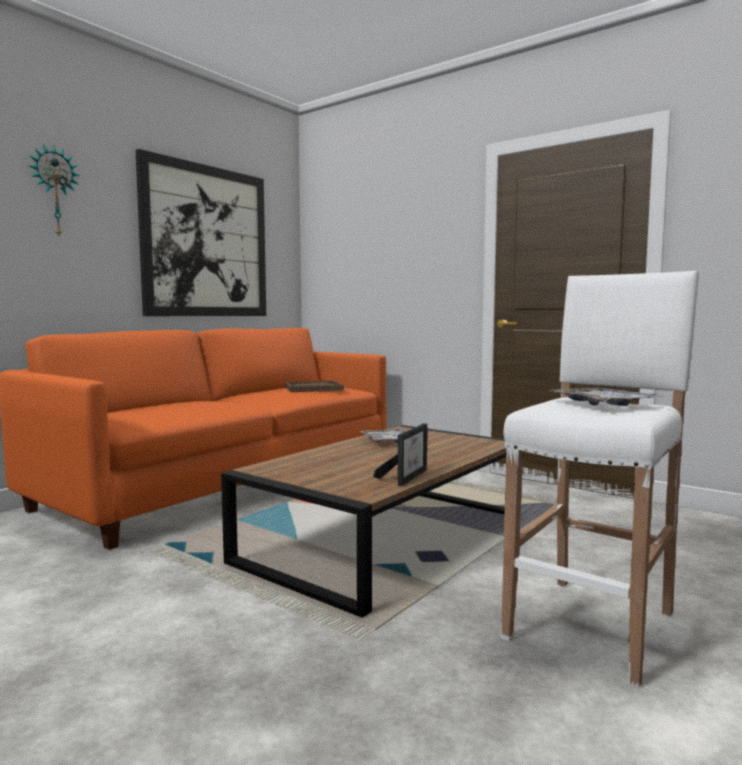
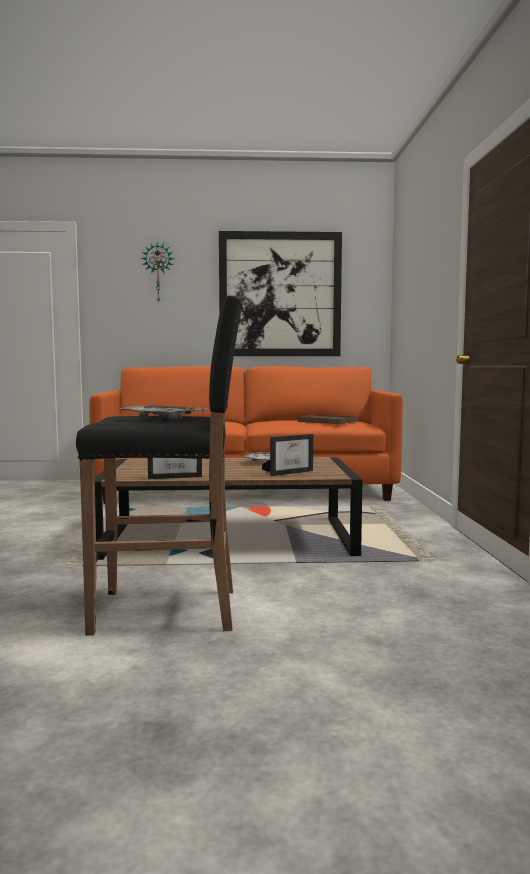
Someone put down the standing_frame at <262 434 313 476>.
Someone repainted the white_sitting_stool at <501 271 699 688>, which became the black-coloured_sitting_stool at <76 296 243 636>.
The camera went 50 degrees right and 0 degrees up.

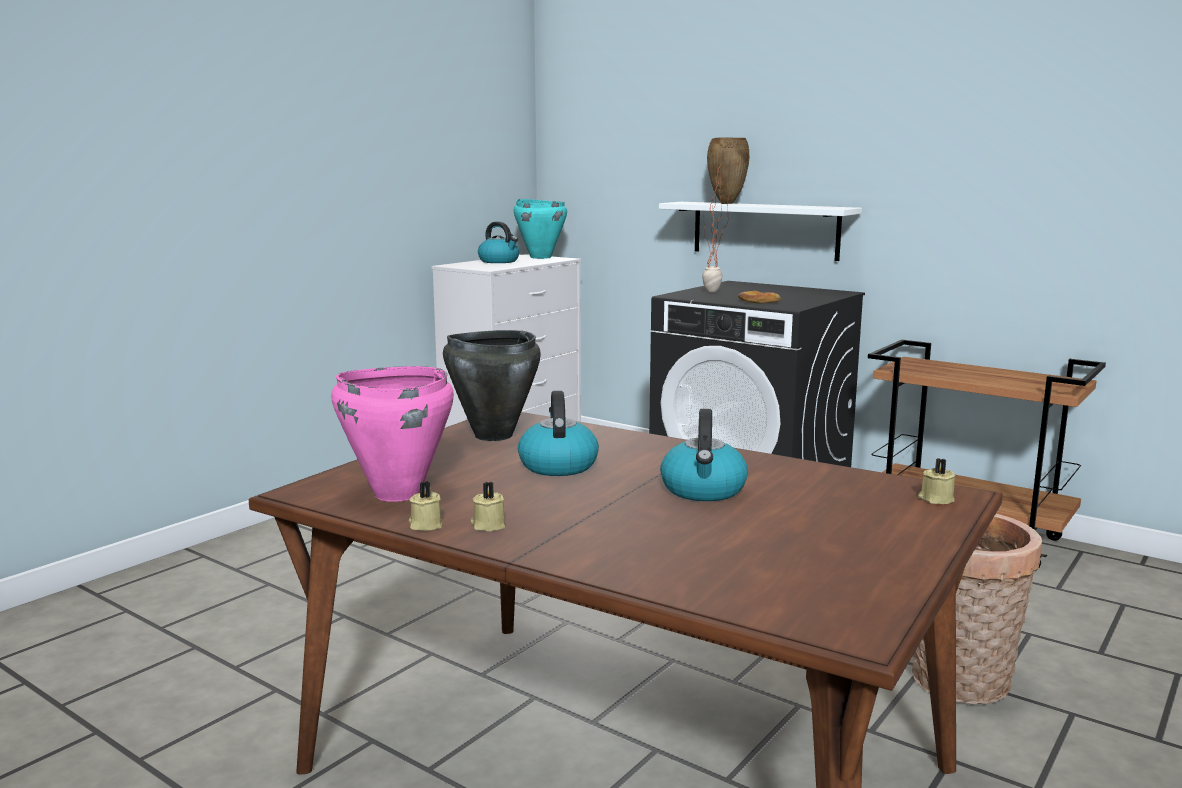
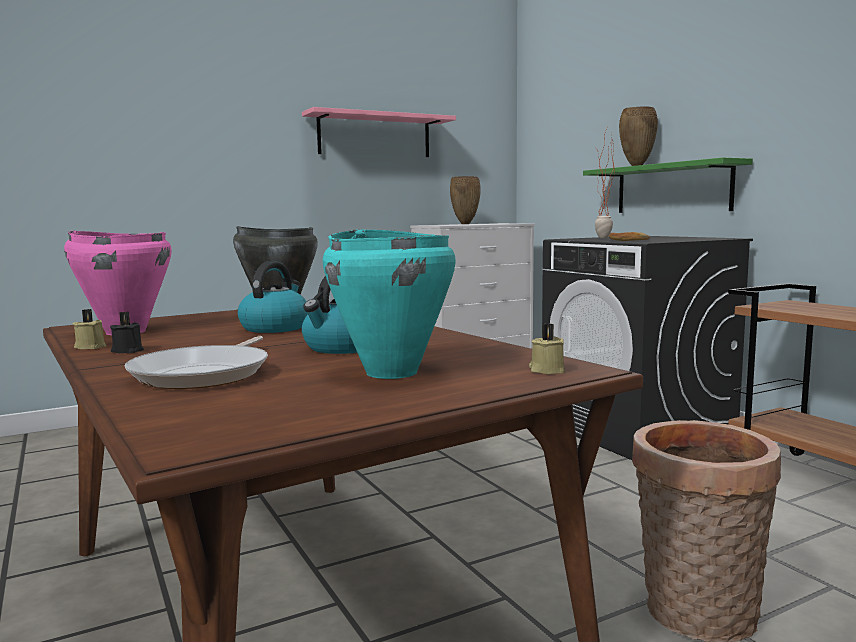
Someone put down the frying_pan at <124 336 268 389>.
Someone put up the pink_bracket_shelf at <302 107 456 157>.
Someone carried the turquoise-coloured_stockpot from <514 199 567 259> to <323 229 456 379>.
Someone swapped the tea_kettle at <478 221 520 263> for the brown-coloured_flower_vase at <450 176 481 224>.
Someone repainted the beige_wax_candle at <471 482 506 531>, which became the black-coloured_wax_candle at <110 312 144 353>.
Someone repainted the white_bracket_shelf at <659 202 862 261>, which became the green-coloured_bracket_shelf at <583 157 753 213>.
The camera went 25 degrees right and 5 degrees down.

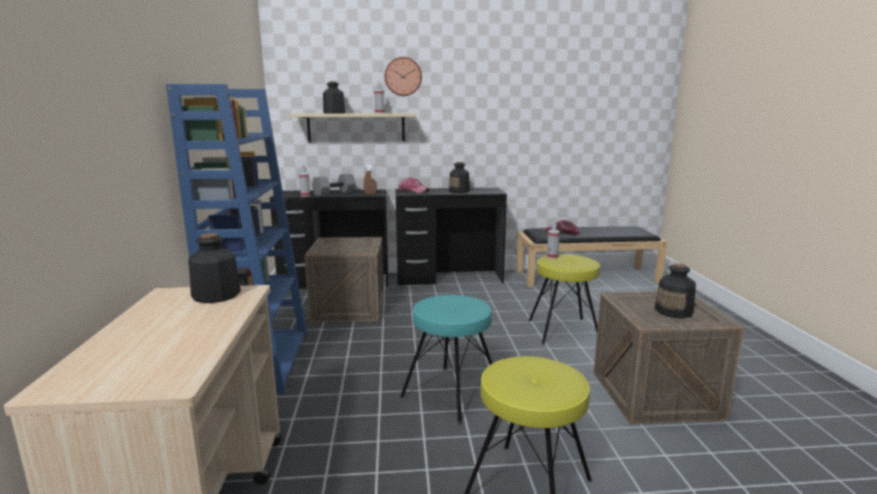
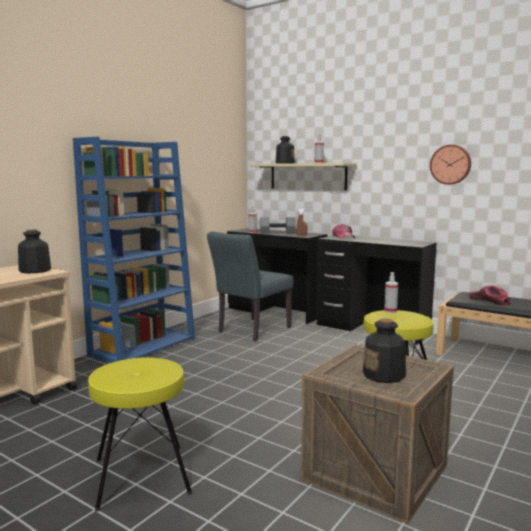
Someone took away the turquoise-coloured_sitting_stool at <400 295 493 424>.
Someone took away the drink_bottle at <449 162 470 193>.
Someone carried the clock_on_the_wall from <385 57 422 96> to <430 145 471 185>.
Someone swapped the packing_crate at <305 237 384 322> for the grey_upright_chair at <207 231 293 341>.
The camera went 40 degrees right and 5 degrees down.

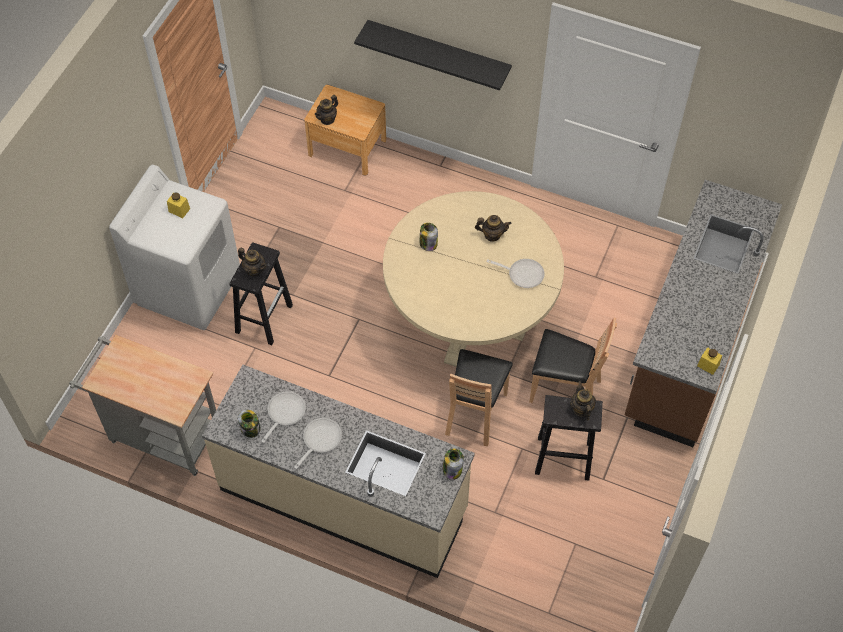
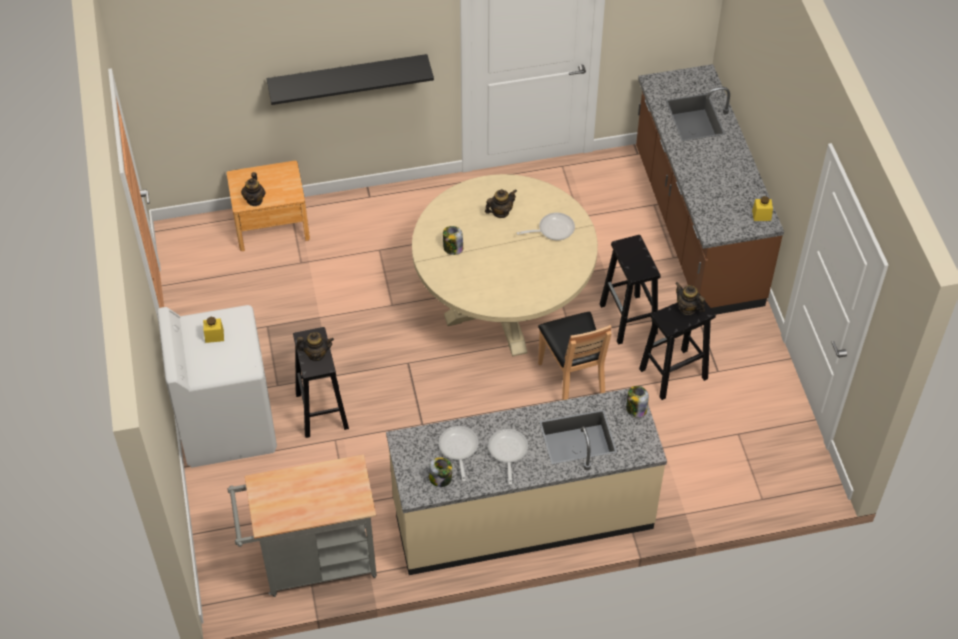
Someone swapped the brown-coloured_upright_chair at <529 318 617 403> for the black-coloured_sitting_stool at <600 235 661 345>.
The camera went 35 degrees left and 5 degrees down.

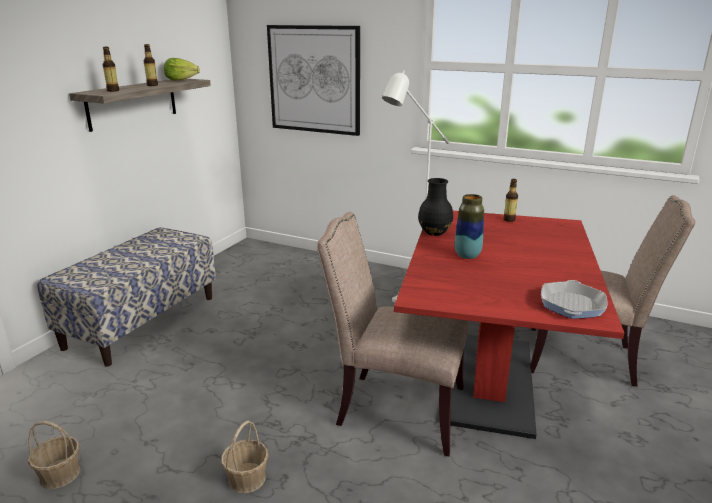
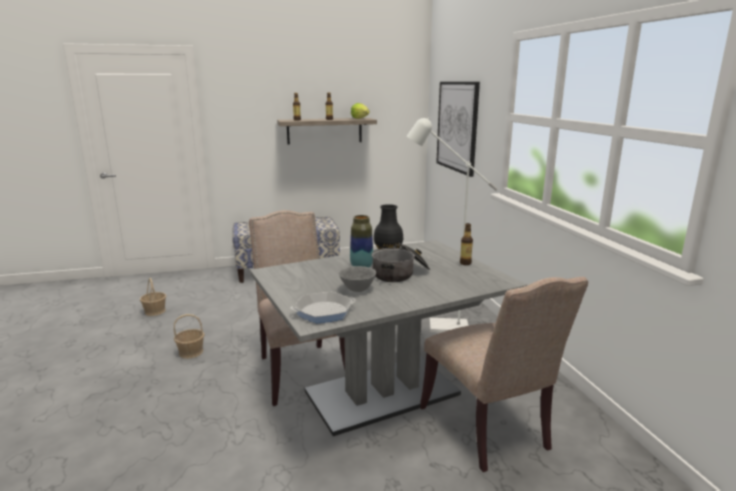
Someone put down the grey_serving_bowl at <338 266 376 292>.
Someone put down the stockpot at <372 243 430 282>.
Someone repainted the red-coloured_kitchen_table at <394 211 624 439>, which became the grey_kitchen_table at <250 240 527 436>.
The camera went 50 degrees right and 5 degrees down.

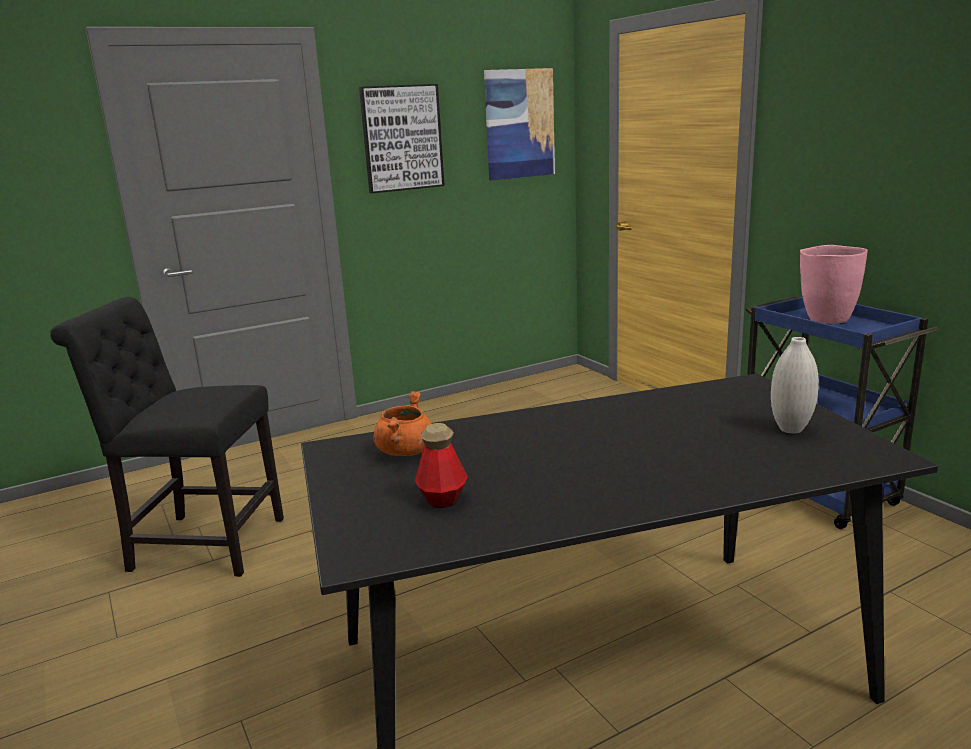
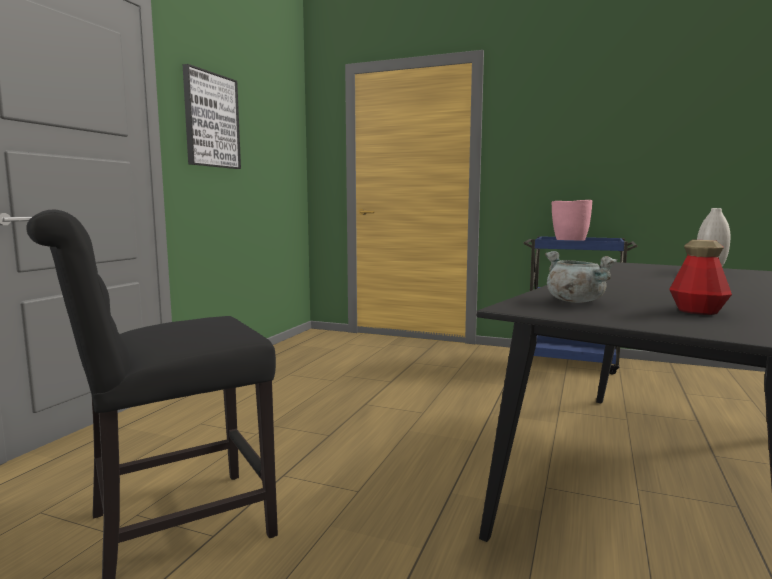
Someone took away the wall_art at <484 68 555 180>.
Someone repainted the orangey_stockpot at <374 391 431 456>, which became the grey_stockpot at <545 251 617 303>.
The camera went 40 degrees left and 10 degrees down.

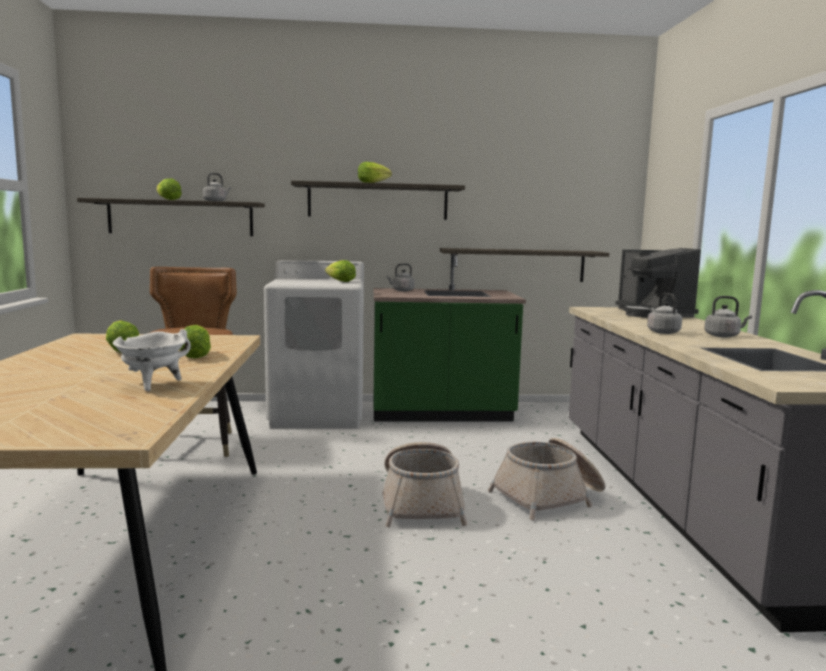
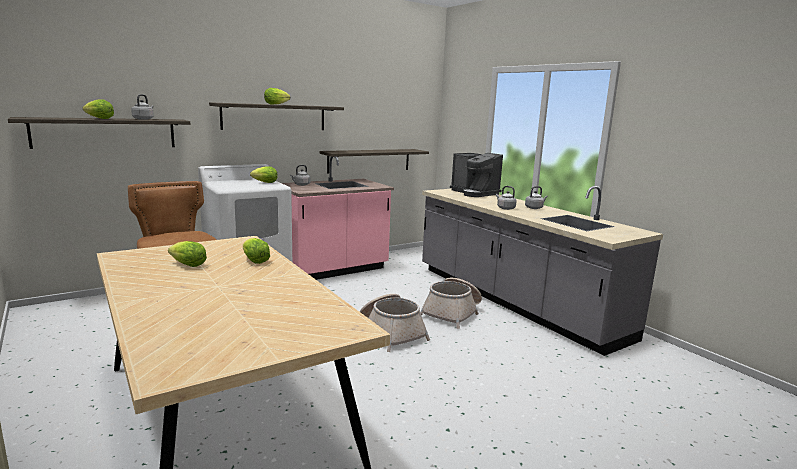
Someone took away the white_stockpot at <113 329 191 391>.
Someone repainted the green-coloured_counter at <373 254 526 422>, which became the pink_counter at <282 157 394 280>.
The camera went 30 degrees left and 5 degrees up.

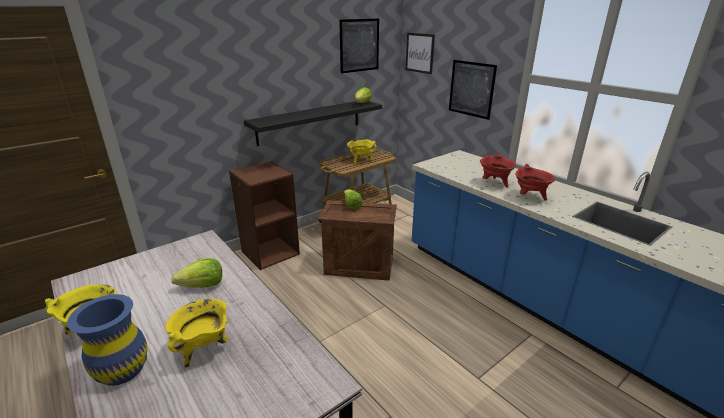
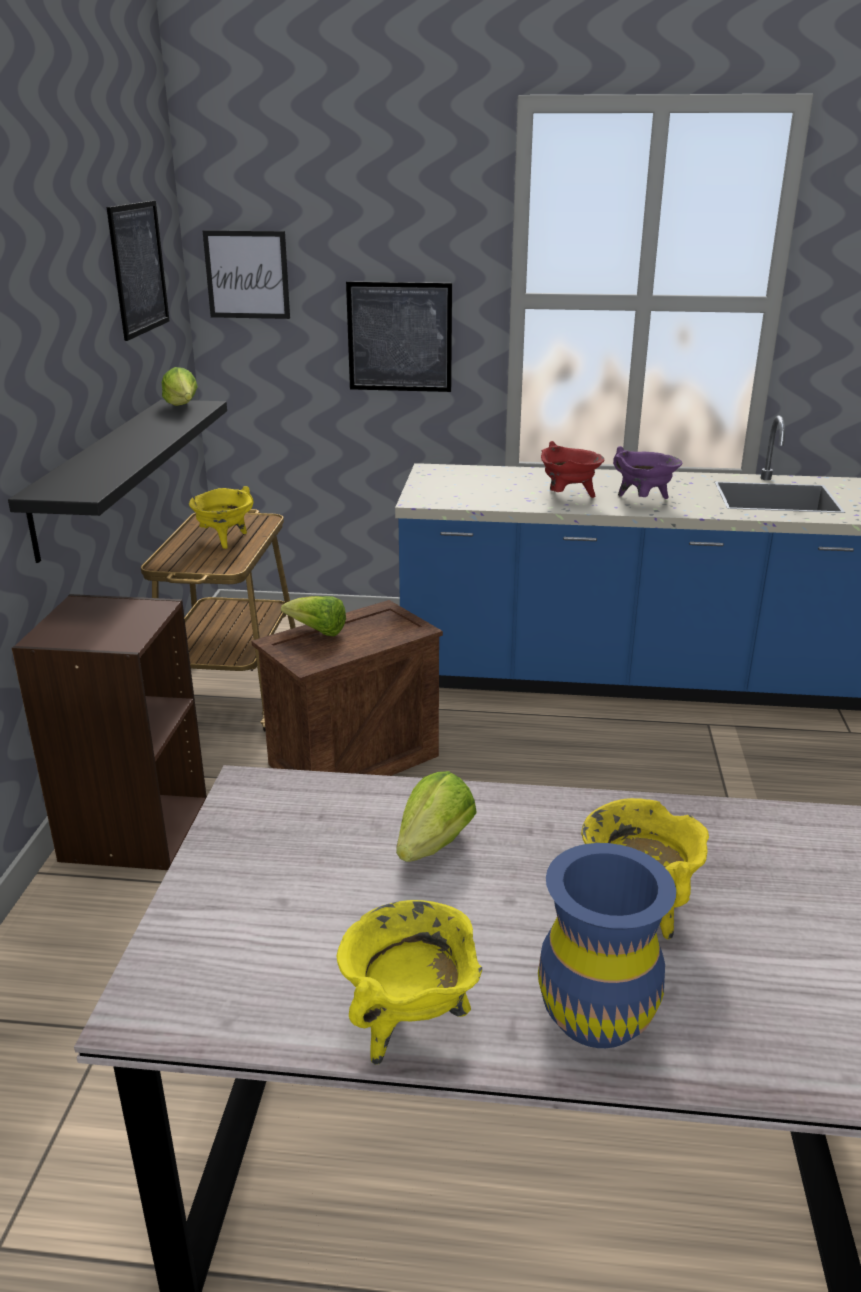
Someone repainted the red-coloured_stockpot at <515 164 555 200>, which became the purplish_stockpot at <613 446 683 499>.
The camera went 45 degrees left and 0 degrees up.

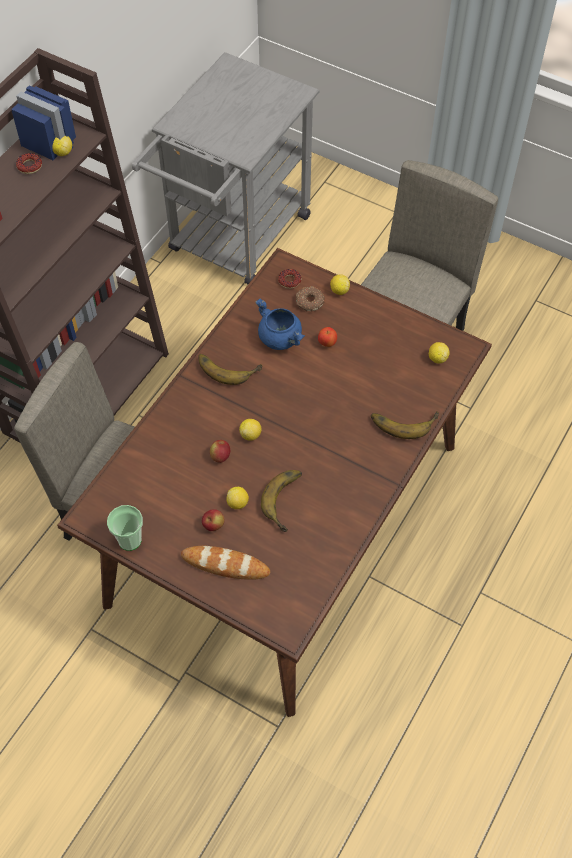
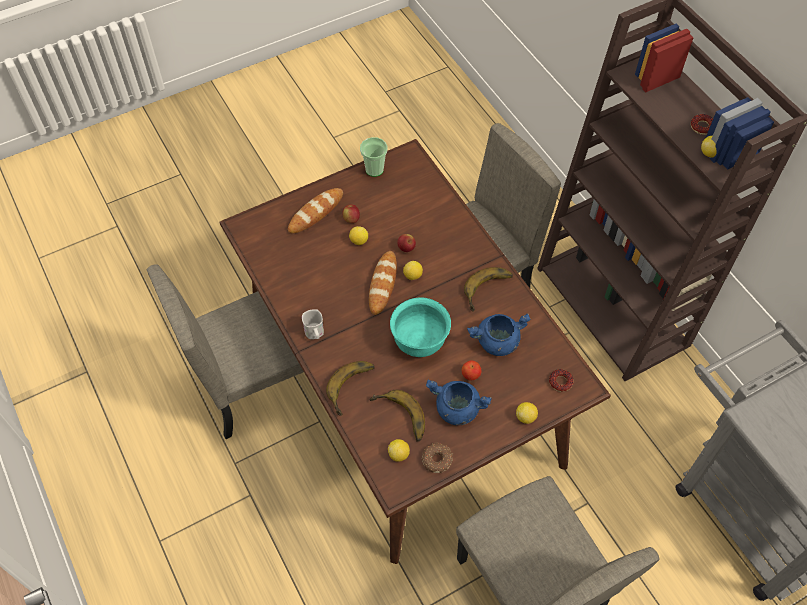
Someone put down the beige_upright_chair at <147 264 304 439>.
Someone put down the white_coffee_mug at <302 309 324 339>.
Someone put down the baked_bread at <369 251 397 315>.
Someone put down the turquoise-coloured_serving_bowl at <390 297 451 357>.
Someone put down the blue_stockpot at <426 379 492 425>.
Someone carried the banana_fruit from <261 470 302 532> to <370 390 425 442>.
Someone carried the doughnut from <296 287 325 312> to <422 442 453 473>.
The camera went 120 degrees right and 0 degrees up.

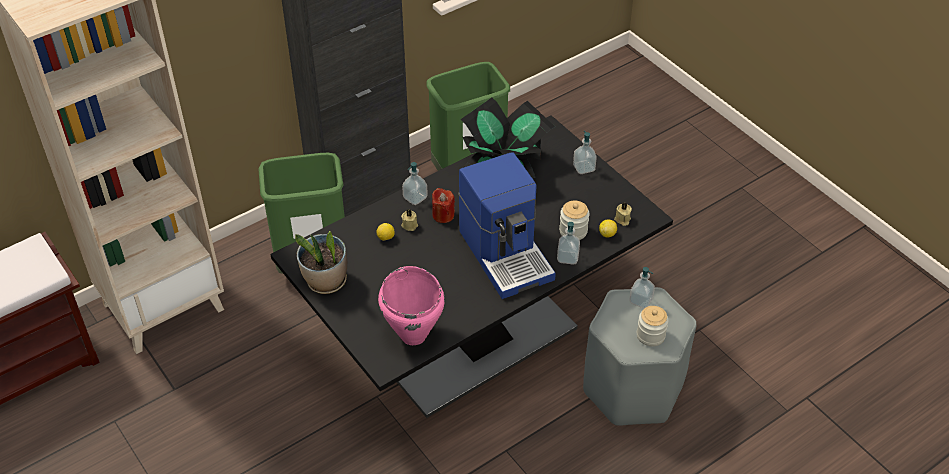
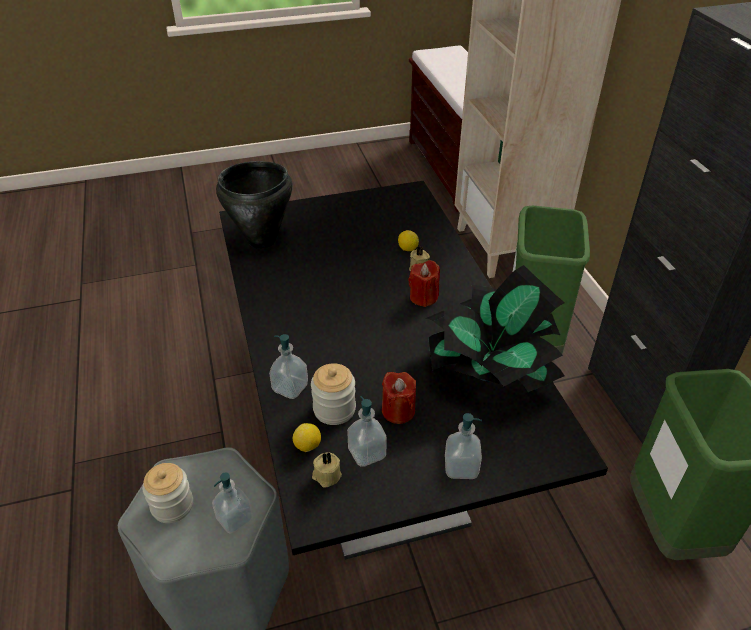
Someone took away the plant_in_a_pot at <295 231 347 294>.
Someone took away the coffee_brewer at <458 152 556 299>.
Someone put down the red-coloured_wax_candle at <382 372 416 424>.
Someone carried the soap_dispenser from <402 162 428 205> to <347 396 387 467>.
Someone repainted the pink_stockpot at <378 266 445 345>, which became the black-coloured_stockpot at <216 161 293 249>.
The camera went 110 degrees right and 5 degrees down.

